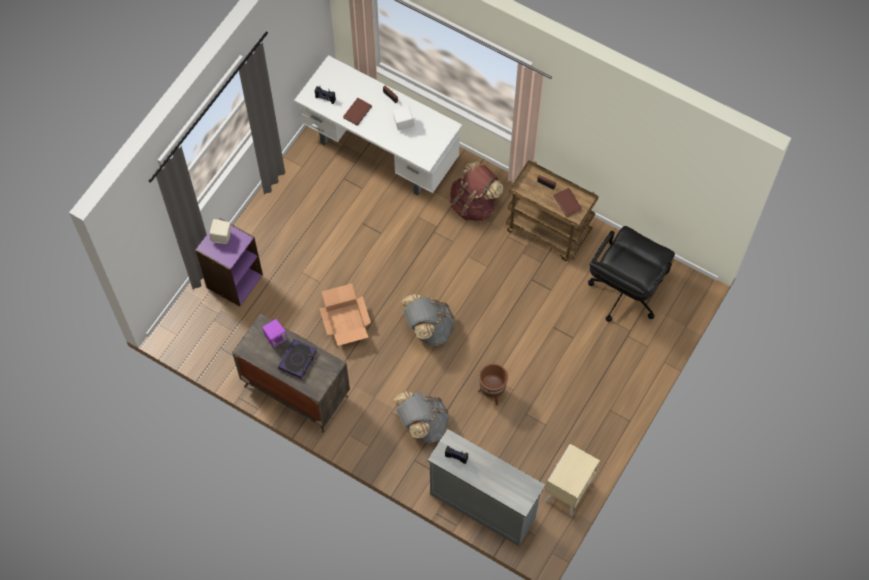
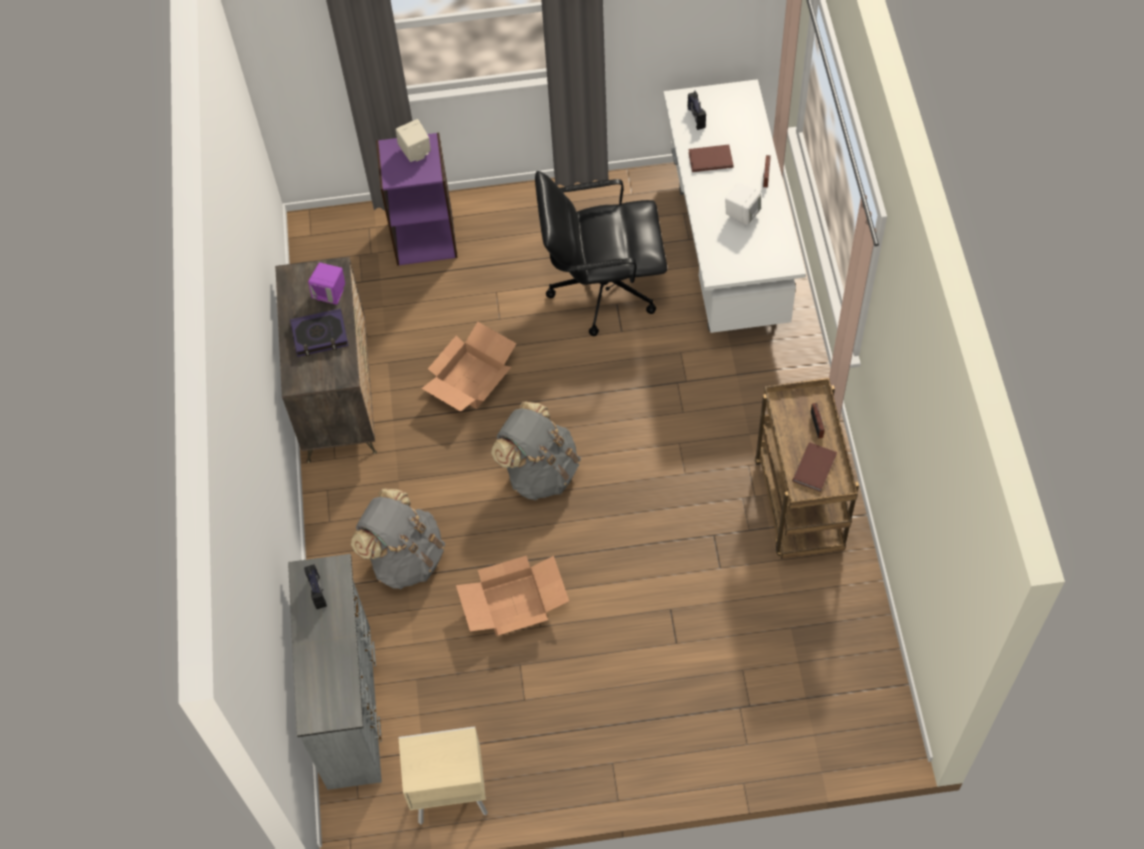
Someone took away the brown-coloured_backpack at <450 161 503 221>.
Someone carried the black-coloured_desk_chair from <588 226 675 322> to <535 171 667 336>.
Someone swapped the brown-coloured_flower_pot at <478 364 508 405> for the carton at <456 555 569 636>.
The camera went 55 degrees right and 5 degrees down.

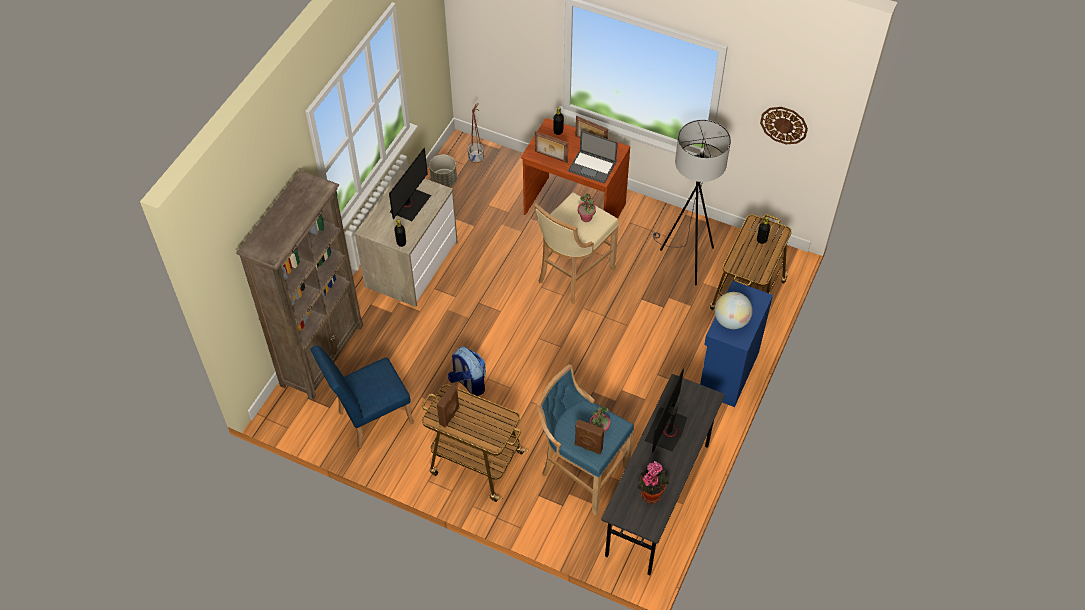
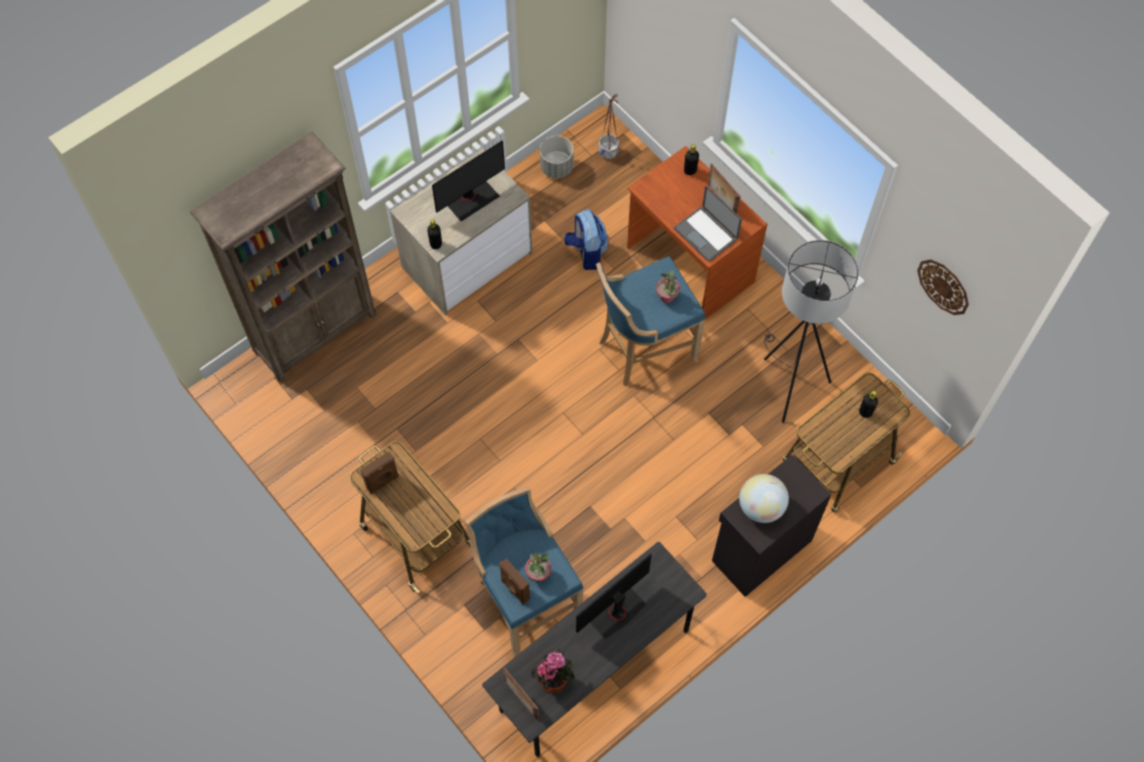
Someone took away the blue_upright_chair at <311 345 414 449>.
Someone carried the backpack from <448 346 486 396> to <564 209 609 270>.
Someone carried the standing_frame from <535 131 568 163> to <502 666 539 719>.
Someone repainted the beige_sitting_stool at <534 192 619 304>, which became the blue_sitting_stool at <596 256 705 386>.
Someone repainted the blue_storage_cabinet at <700 280 773 407>, which became the black-coloured_storage_cabinet at <712 454 832 597>.
The camera went 25 degrees right and 10 degrees up.

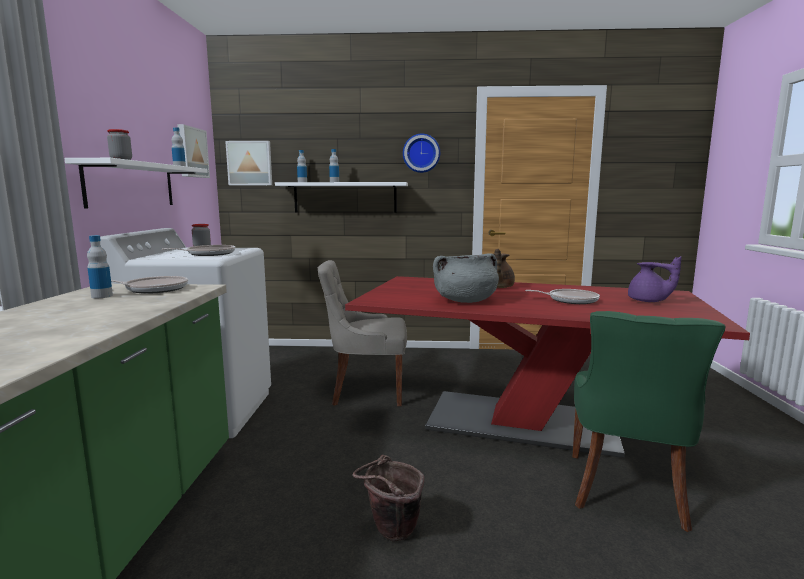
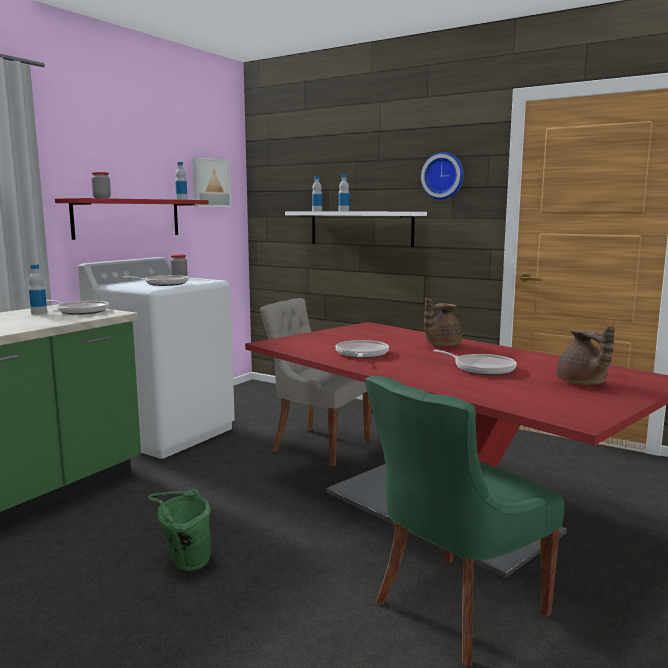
Someone took away the wall_art at <225 141 272 185>.
Someone swapped the grey_stockpot at <433 254 499 303> for the frying_pan at <335 340 389 358>.
Someone repainted the white_bracket_shelf at <64 158 208 209>, which became the red-coloured_bracket_shelf at <55 198 209 240>.
Someone repainted the brown-coloured_water_bucket at <353 455 424 541>, which became the green-coloured_water_bucket at <148 489 211 571>.
Someone repainted the purplish_teapot at <628 256 682 302>, which became the brown-coloured_teapot at <557 326 614 385>.
The camera went 30 degrees right and 0 degrees up.

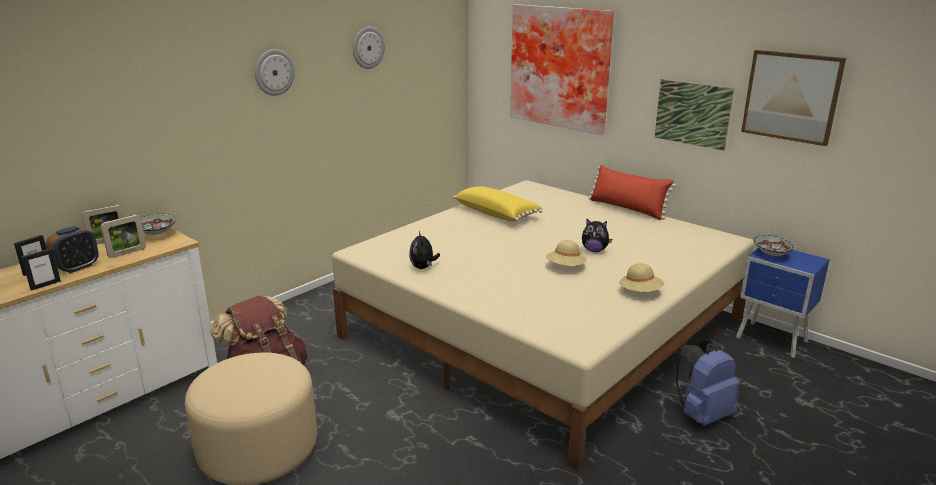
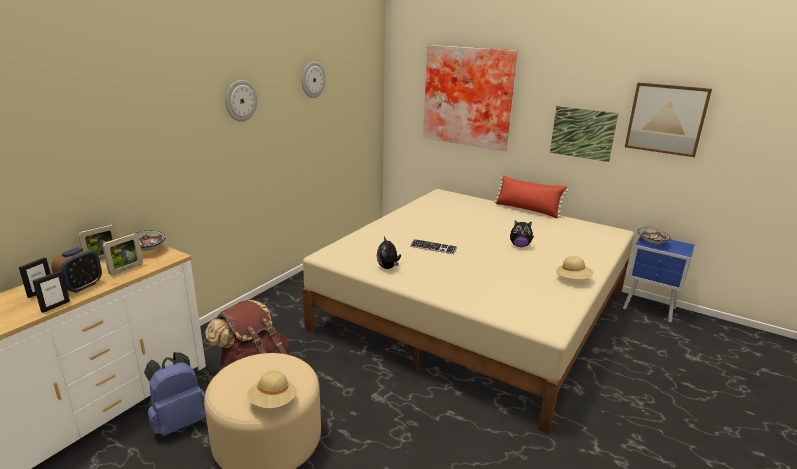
Someone took away the yellow_pillow at <453 186 543 222>.
Someone put down the PC_keyboard at <410 239 458 254>.
Someone carried the beige_hat from <546 240 587 266> to <247 371 297 408>.
Someone carried the blue_backpack from <676 339 740 426> to <144 352 206 436>.
The camera went 10 degrees left and 0 degrees up.

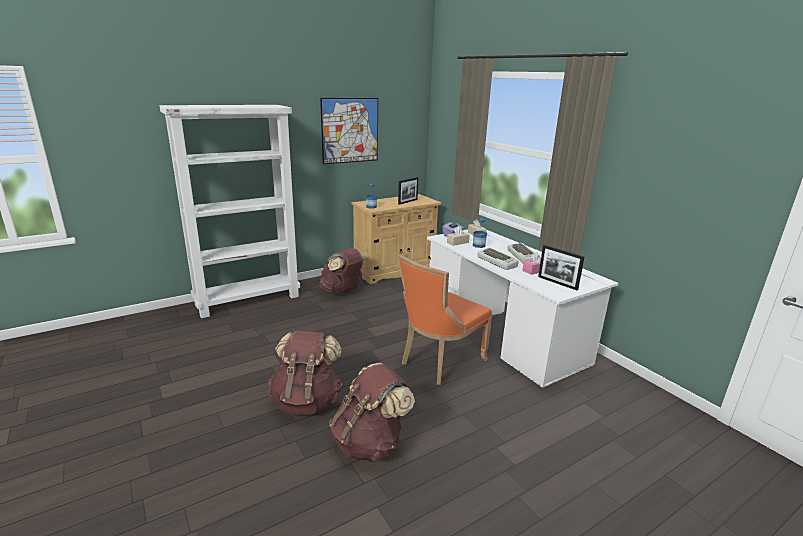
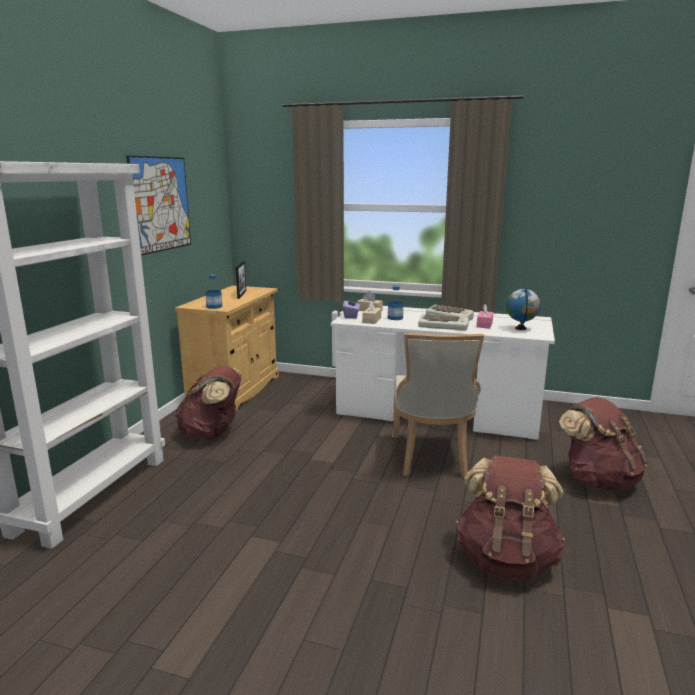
Someone carried the brown-coloured_backpack from <268 331 342 415> to <559 397 648 491>.
Someone swapped the standing_frame at <538 245 585 290> for the world_globe at <506 289 540 330>.
Someone repainted the orangey_upright_chair at <398 255 492 385>, which became the beige_upright_chair at <392 333 484 478>.
The camera went 40 degrees left and 5 degrees down.

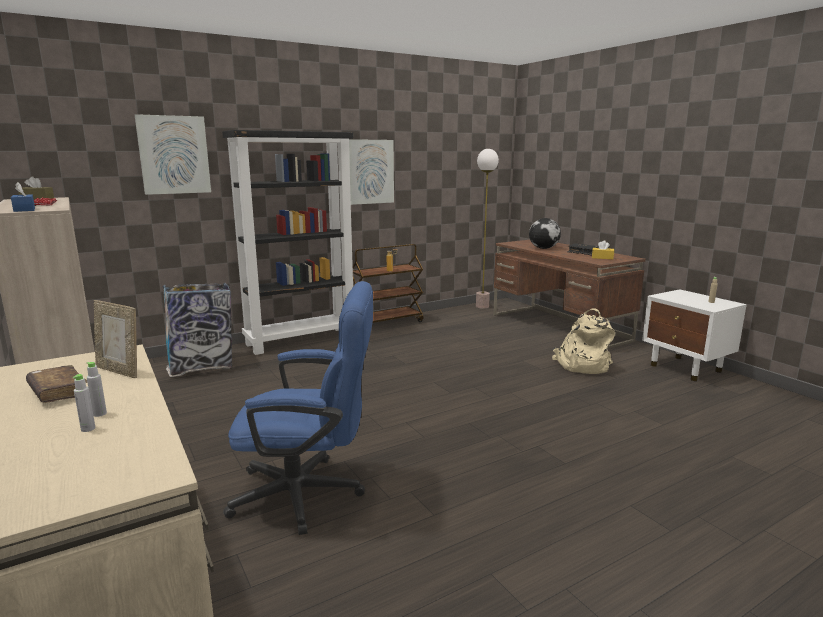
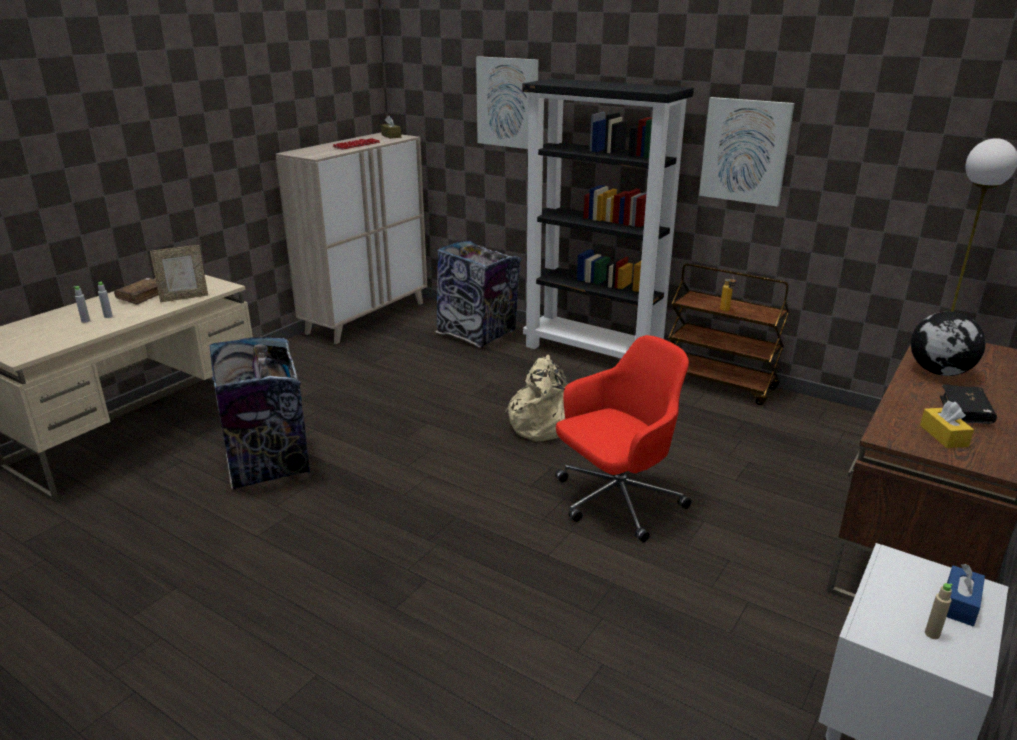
Someone put down the red-coloured_desk_chair at <555 335 692 542>.
Someone carried the blue_tissue_holder from <11 182 35 212> to <947 564 985 626>.
Someone carried the beige_backpack from <552 308 615 374> to <505 355 568 442>.
Someone swapped the blue_desk_chair at <223 281 373 535> for the waste_bin at <209 337 310 490>.
Someone rotated the standing_frame at <94 300 137 378> by 120 degrees counterclockwise.
The camera went 65 degrees right and 10 degrees up.

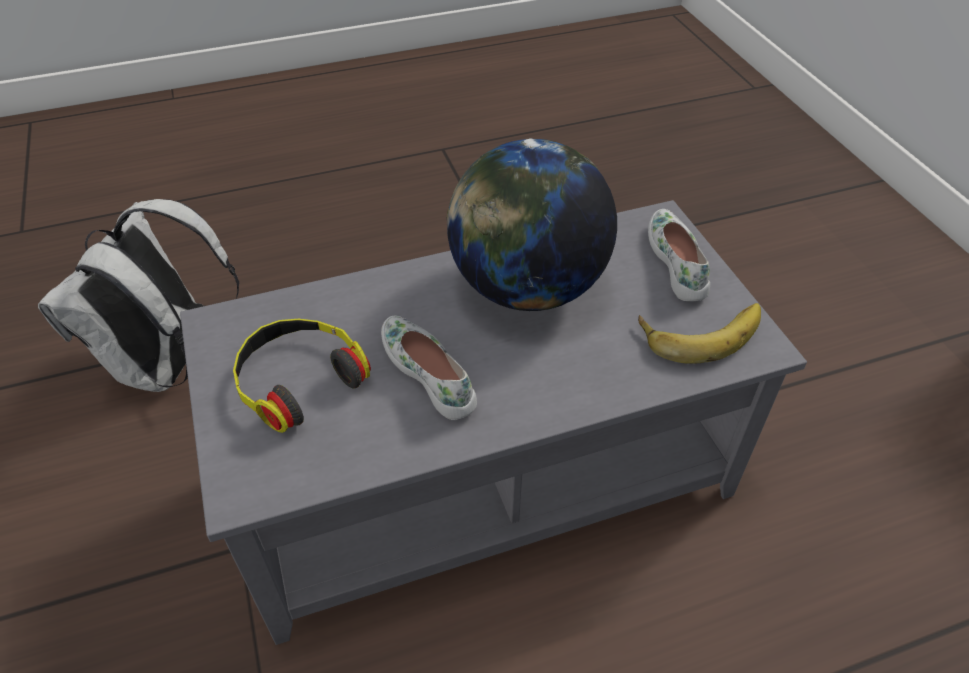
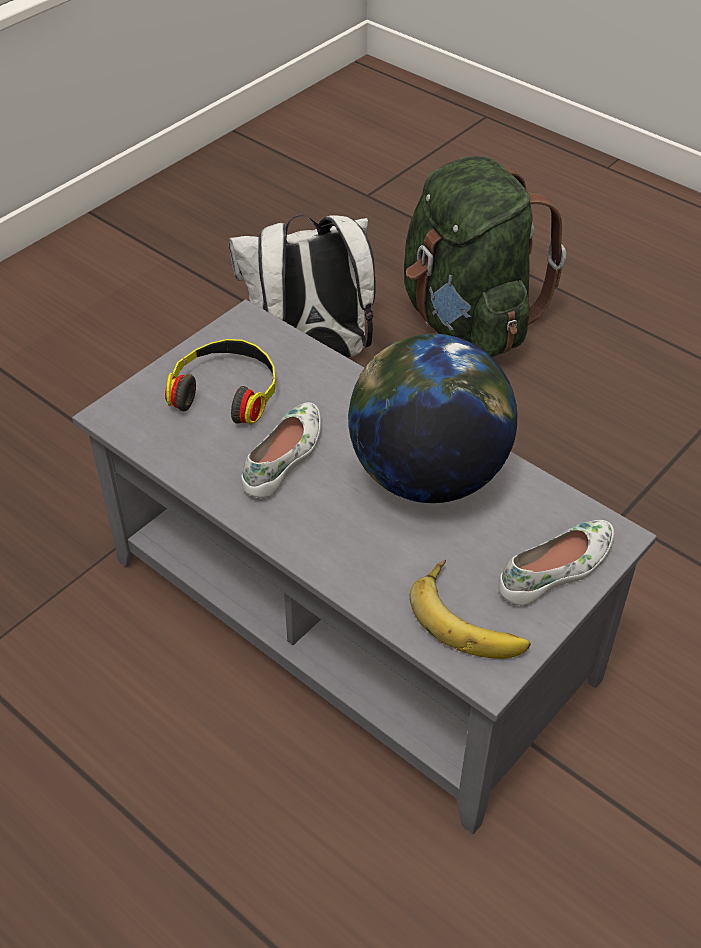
Someone put down the green-coloured_backpack at <404 156 566 357>.
The camera went 60 degrees right and 0 degrees up.

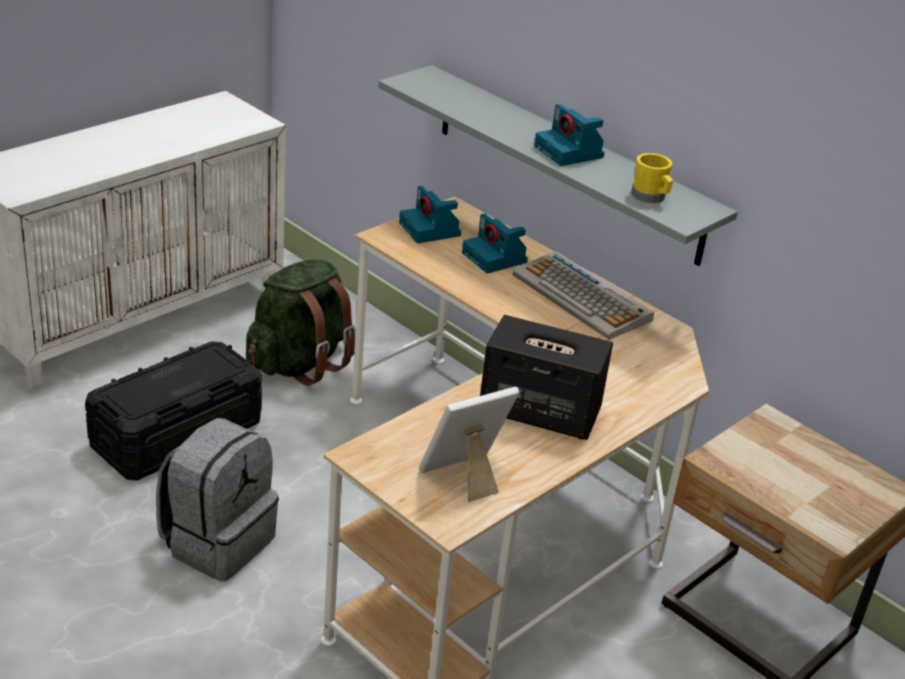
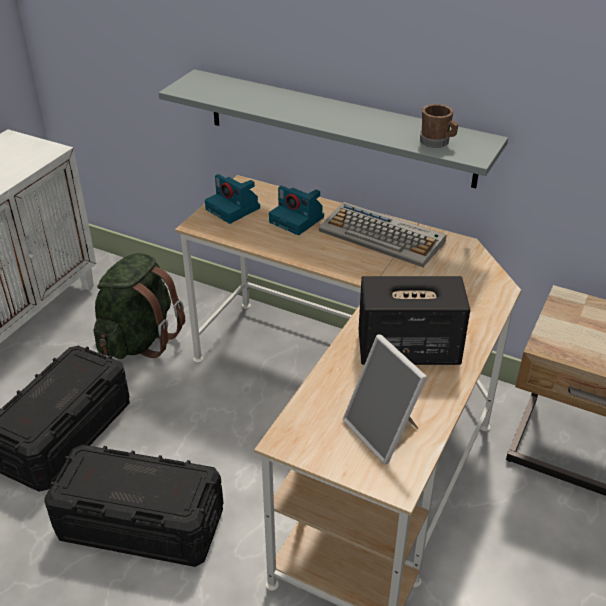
Someone took away the still_camera at <534 104 605 166>.
Someone swapped the grey_backpack at <156 418 279 581> for the black-coloured_storage_bin at <44 445 223 567>.
Someone repainted the yellow_coffee_mug at <631 153 673 204>, which became the brown-coloured_coffee_mug at <420 104 459 148>.
Someone rotated the standing_frame at <419 387 520 502> by 75 degrees counterclockwise.
The camera went 15 degrees left and 5 degrees up.

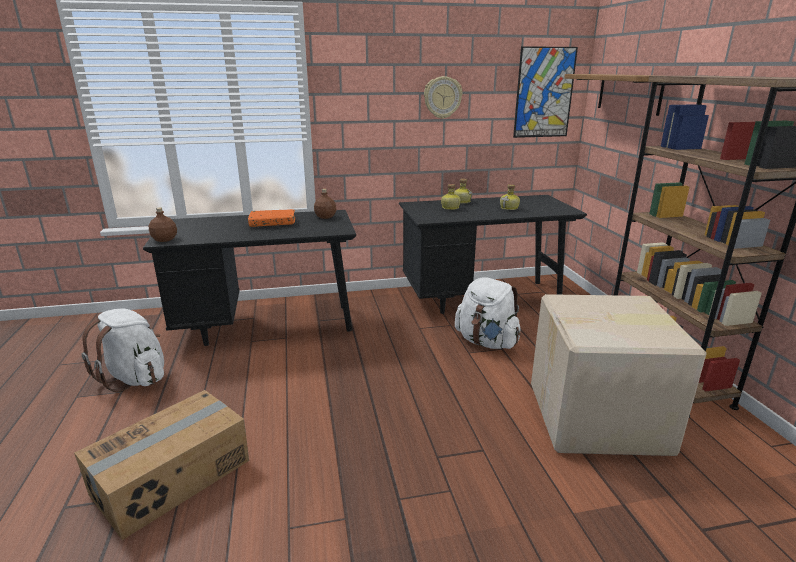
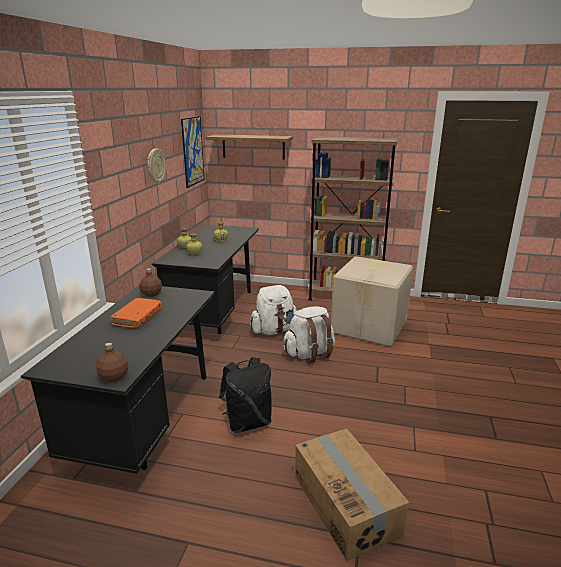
Someone put down the black-coloured_backpack at <219 357 272 433>.
Someone carried the white_backpack from <82 308 164 392> to <284 306 335 364>.
The camera went 65 degrees left and 0 degrees up.

